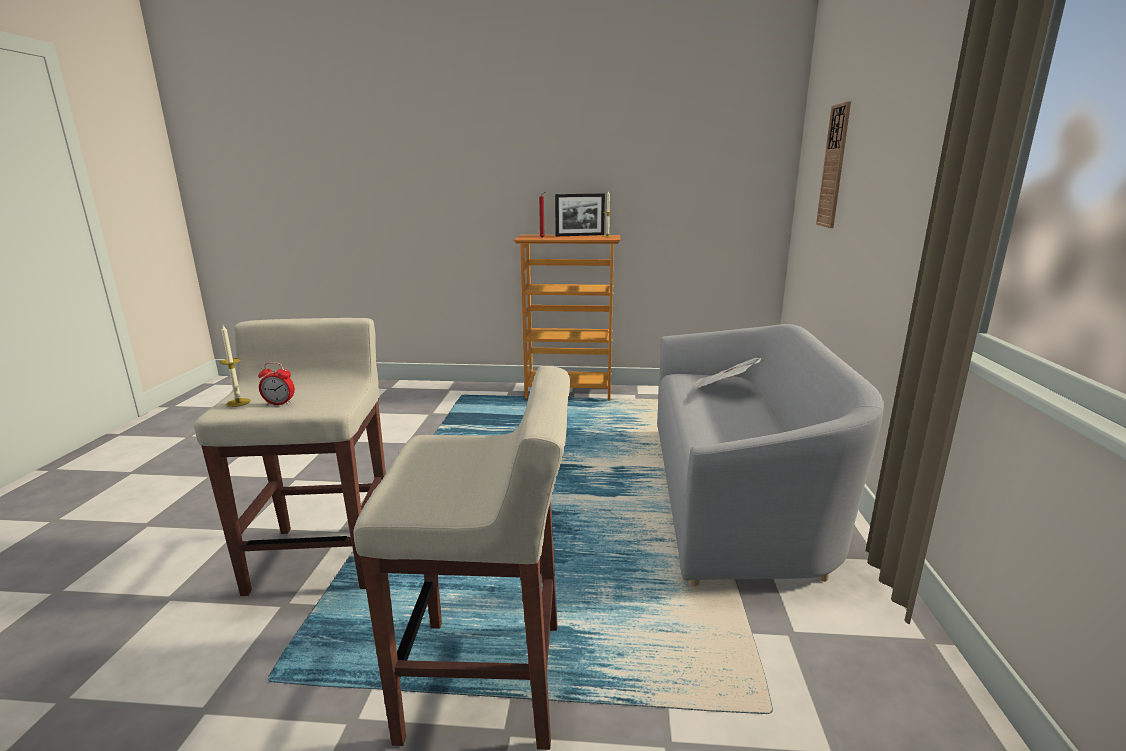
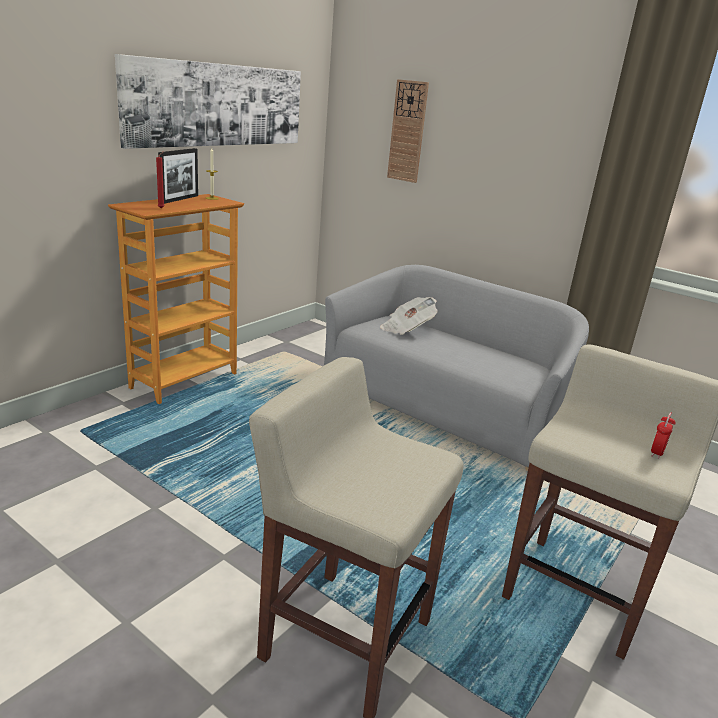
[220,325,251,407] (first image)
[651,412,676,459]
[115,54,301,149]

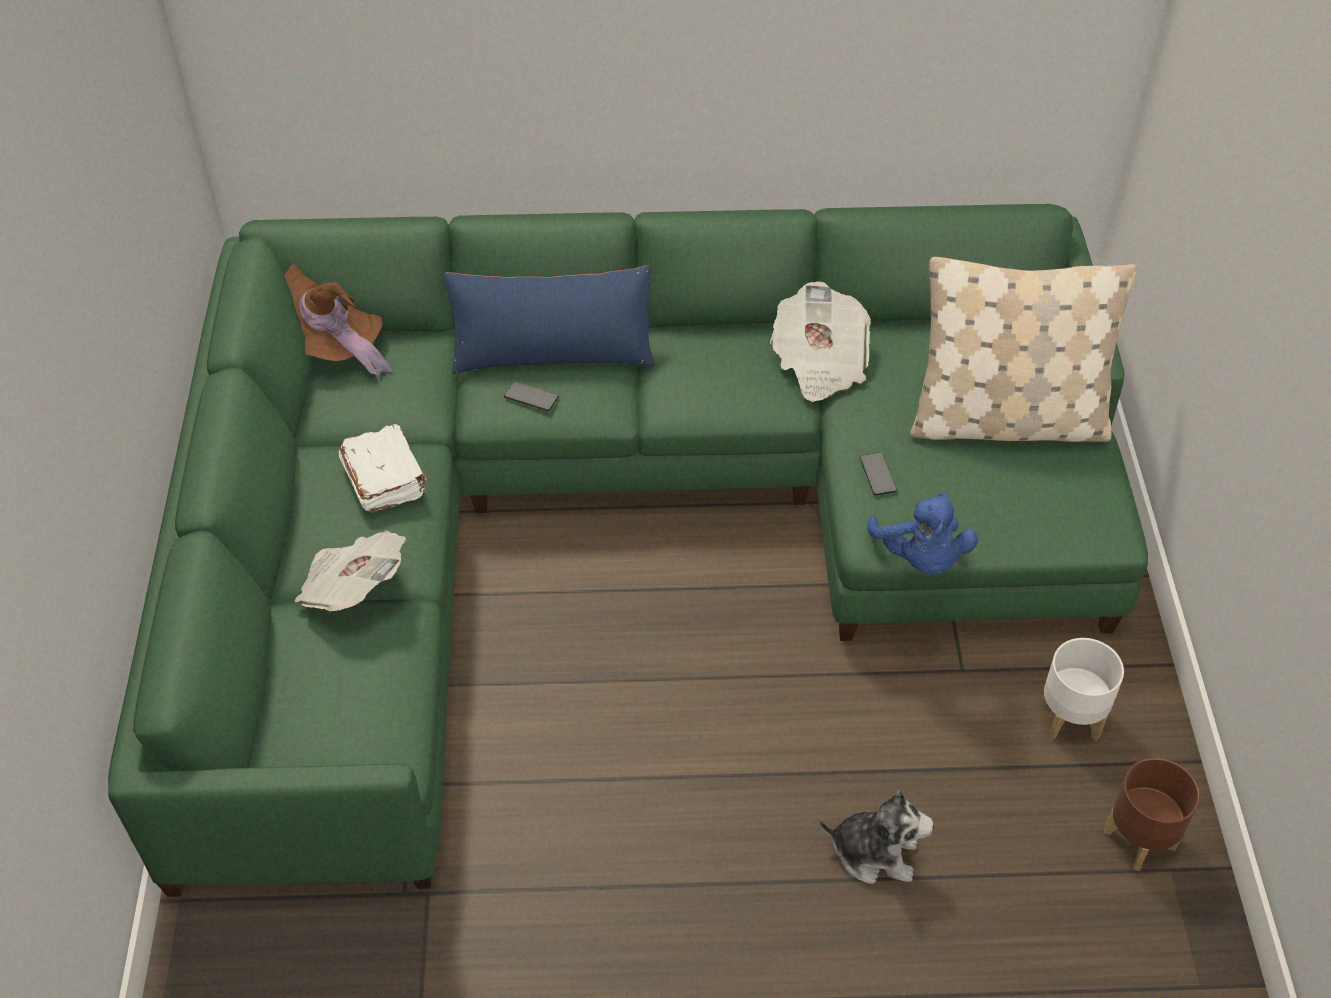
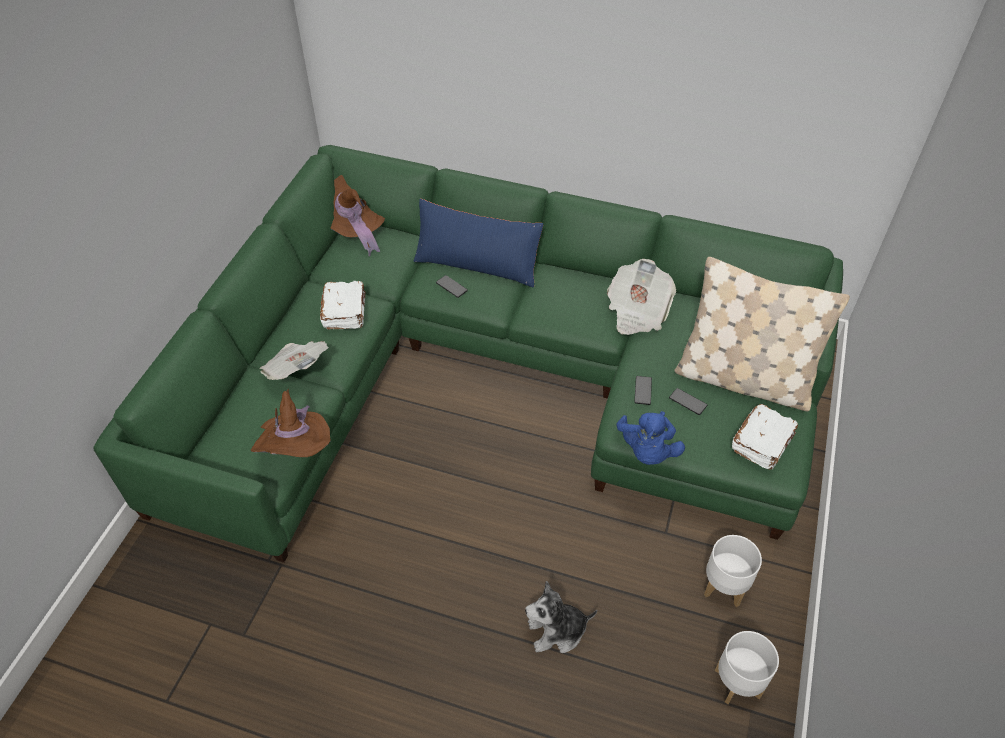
[715,631,779,704]
[525,581,597,653]
[669,388,707,415]
[251,389,331,457]
[732,404,798,470]

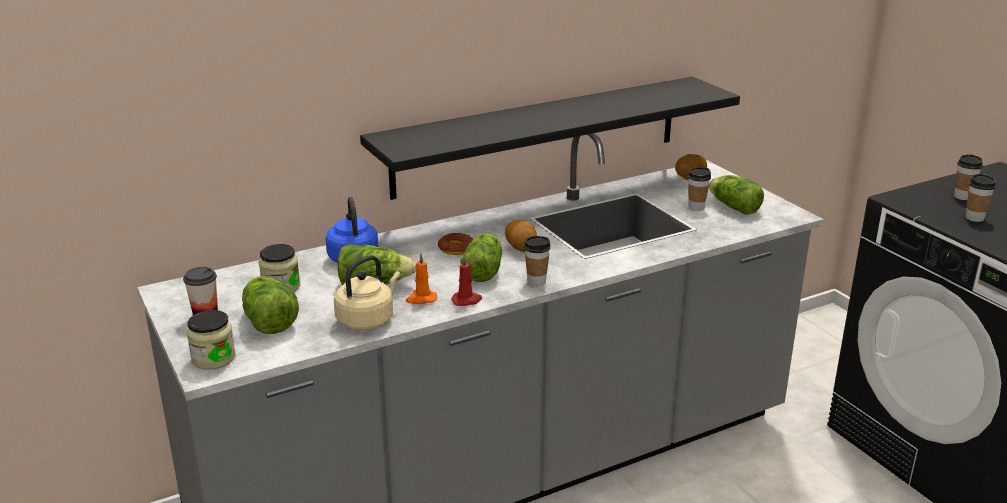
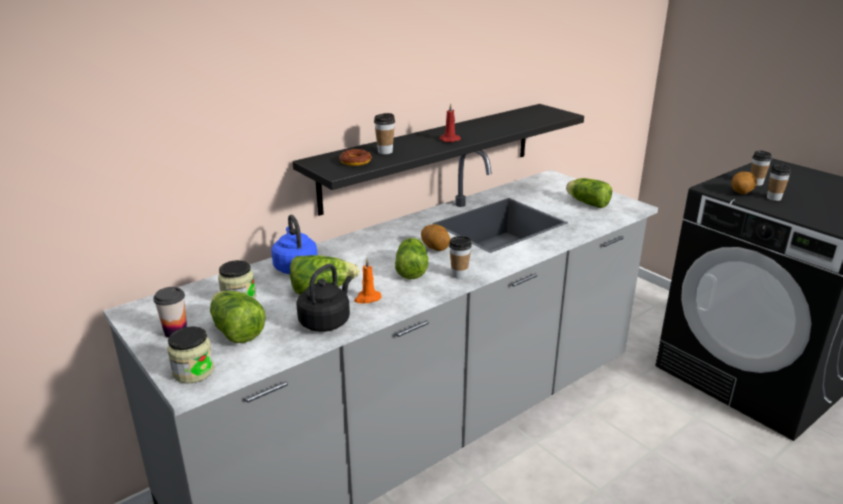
[731,172,757,194]
[374,113,395,154]
[339,149,372,166]
[296,264,351,332]
[439,103,461,142]

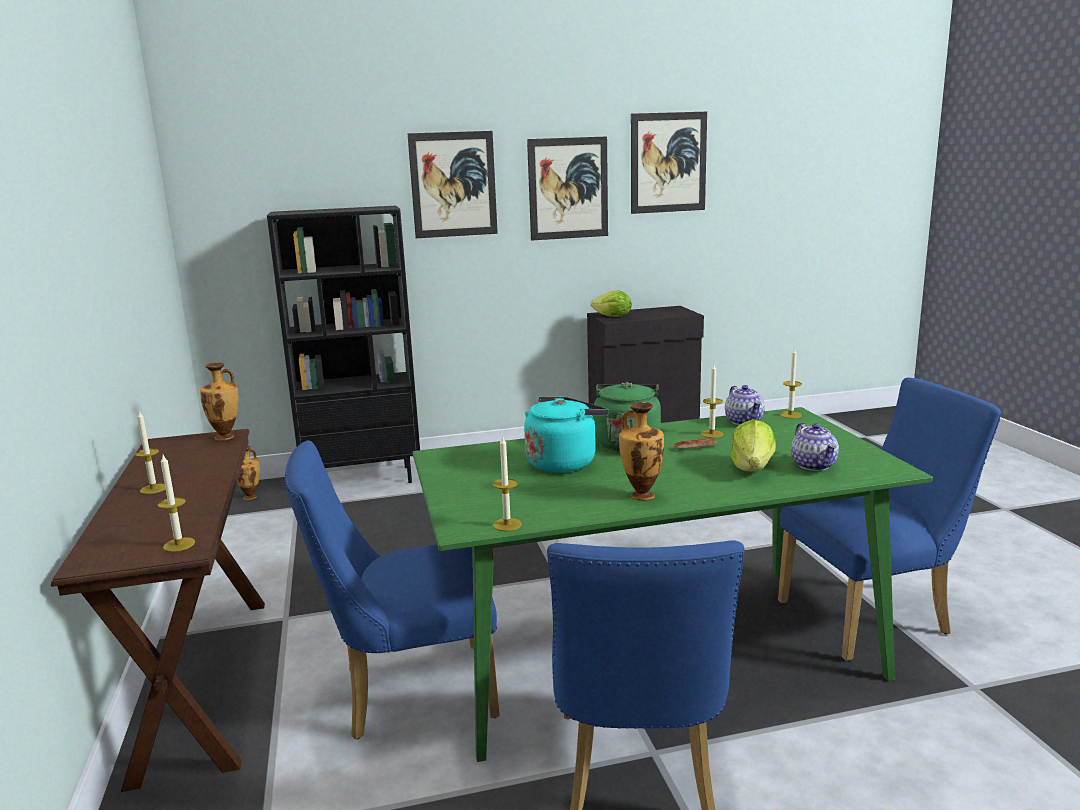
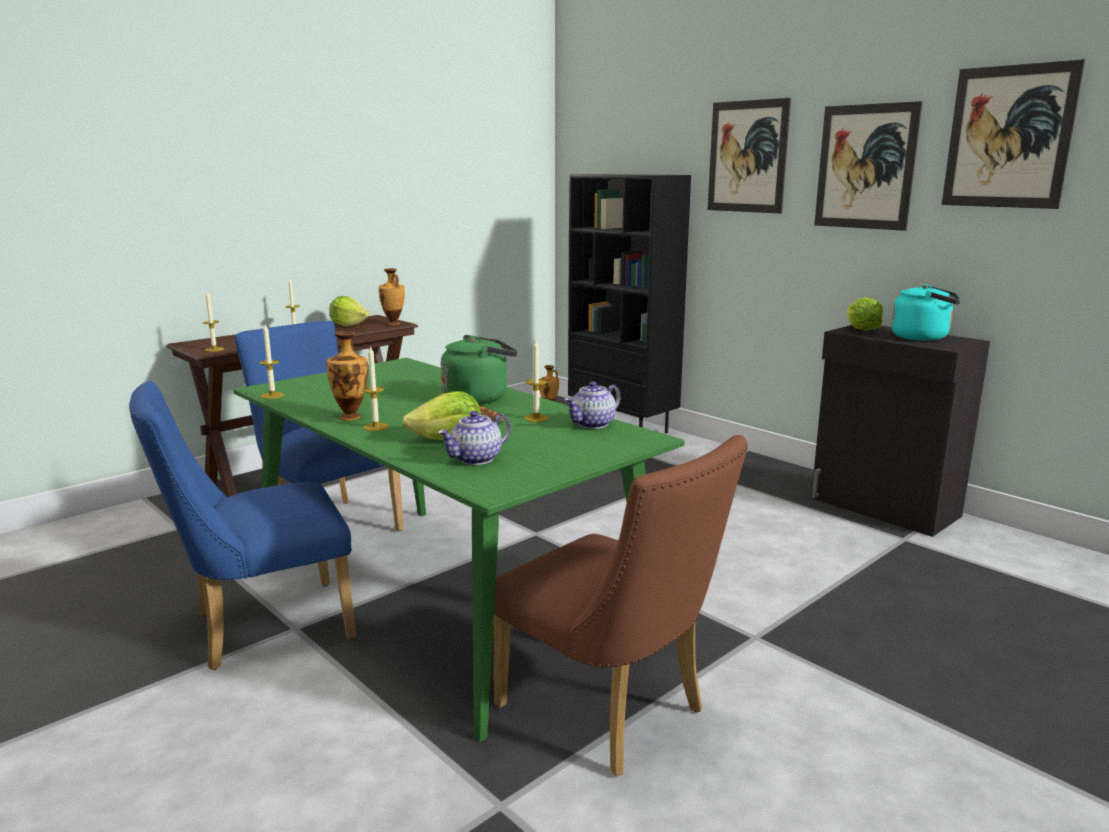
[362,345,389,431]
[494,435,748,776]
[891,284,961,341]
[329,296,369,327]

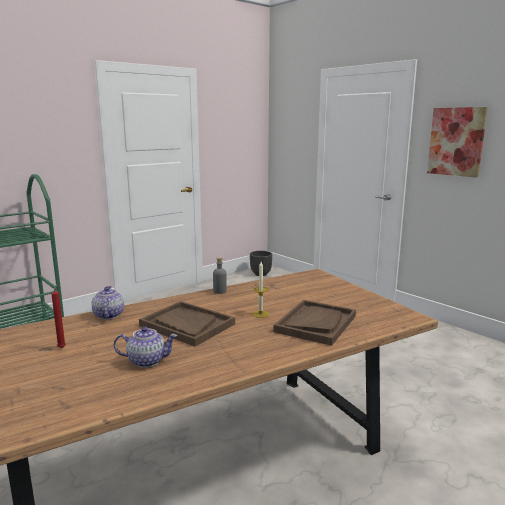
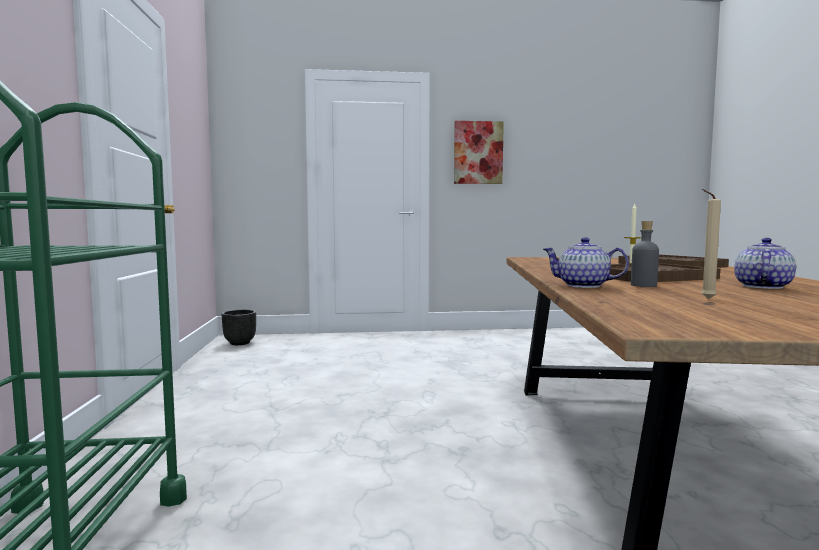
[631,221,659,287]
[701,189,721,299]

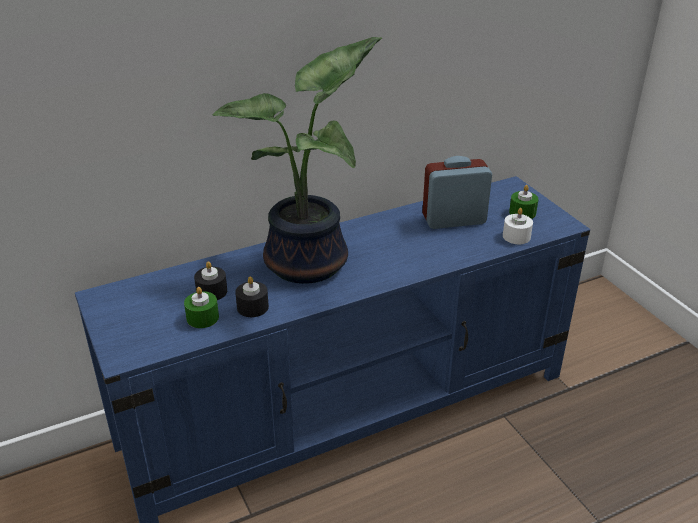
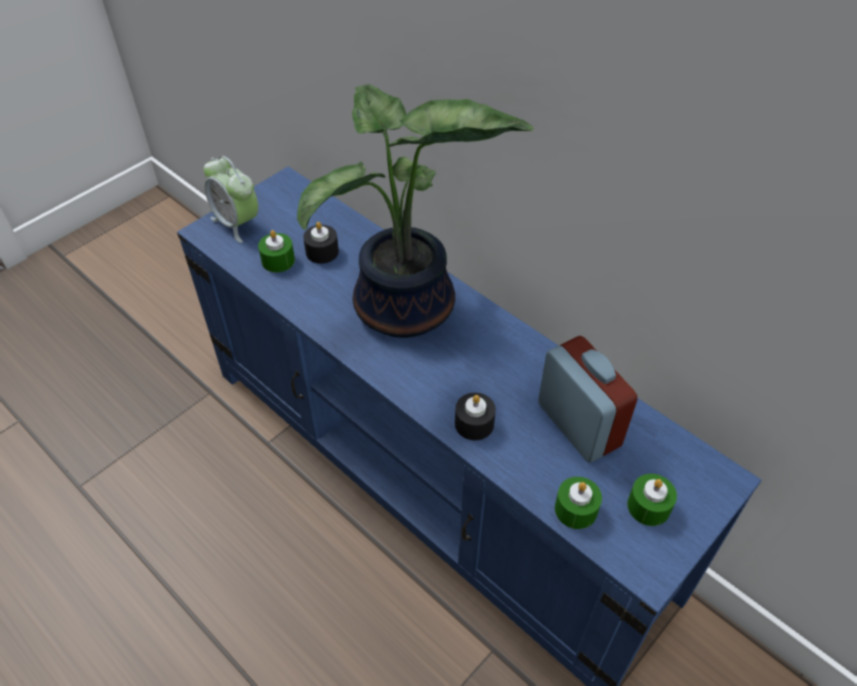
[555,477,602,529]
[455,393,496,440]
[204,156,259,243]

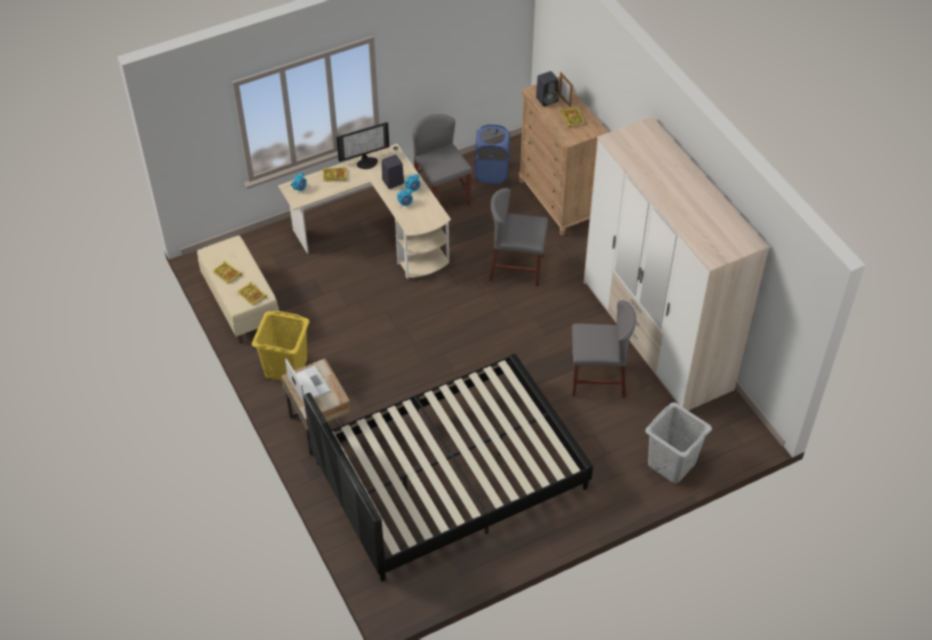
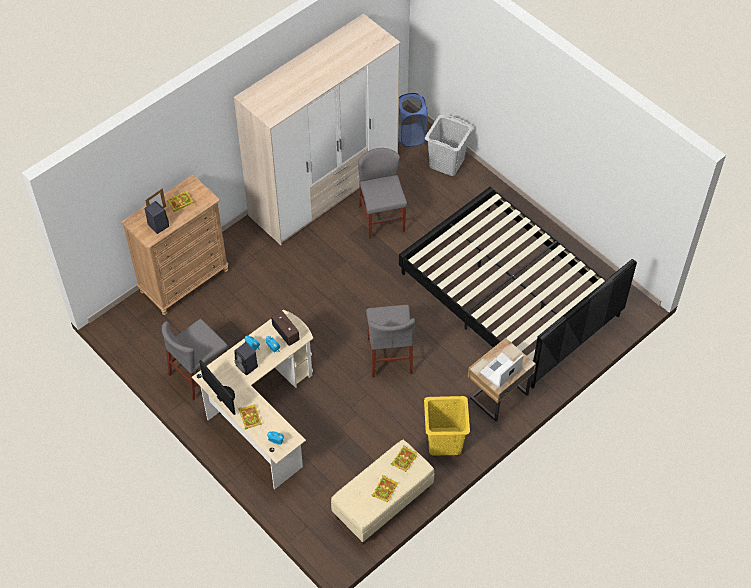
[398,93,428,147]
[366,305,415,377]
[271,311,300,346]

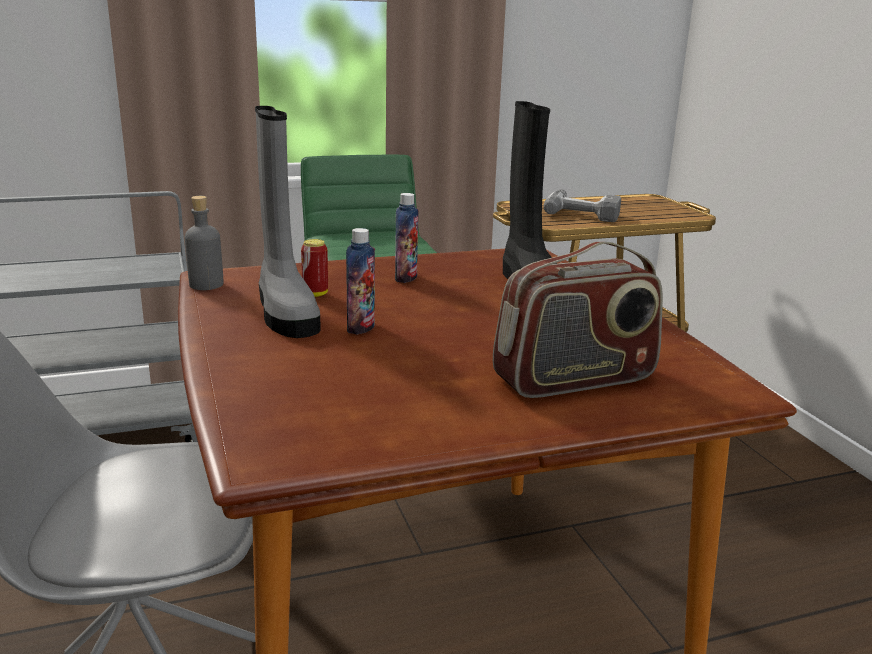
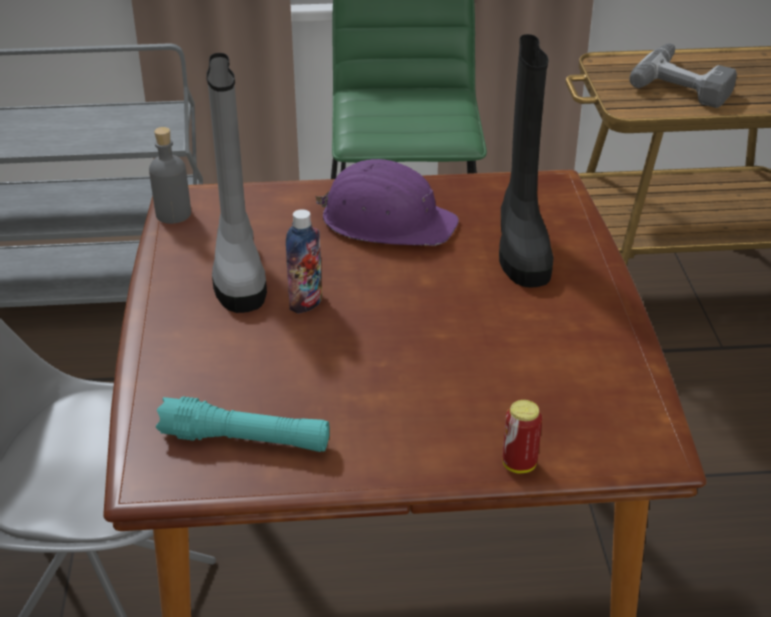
[315,159,459,246]
[502,400,542,473]
[493,242,663,398] (first image)
[156,396,329,452]

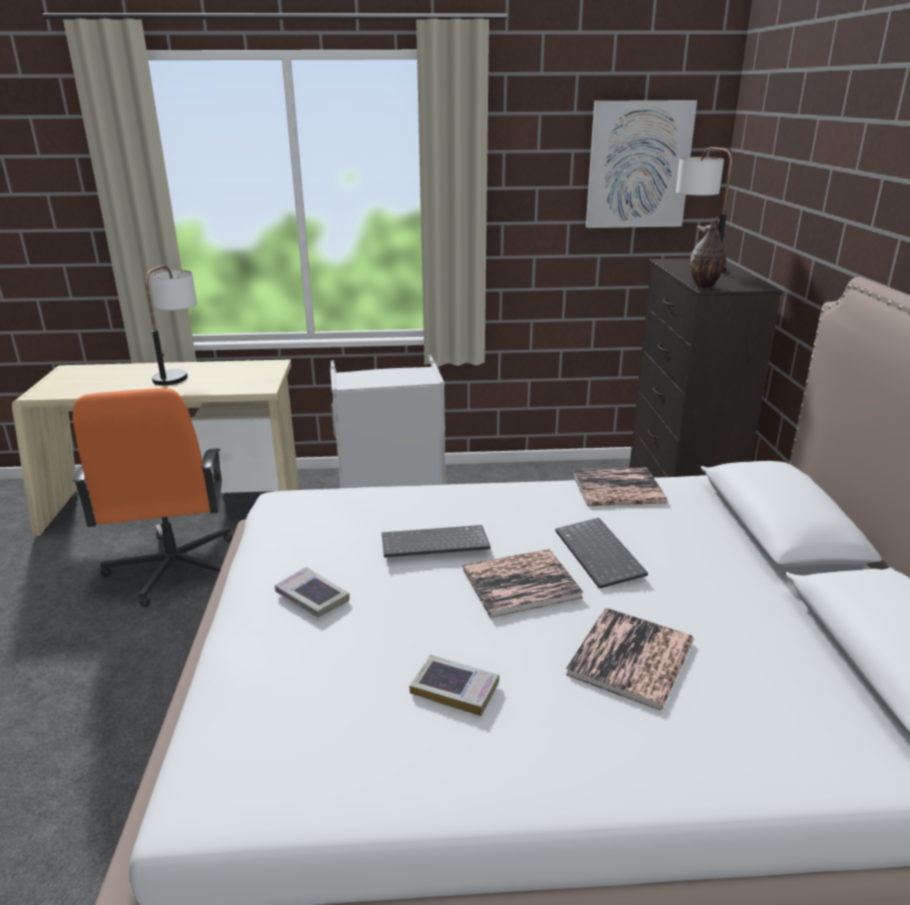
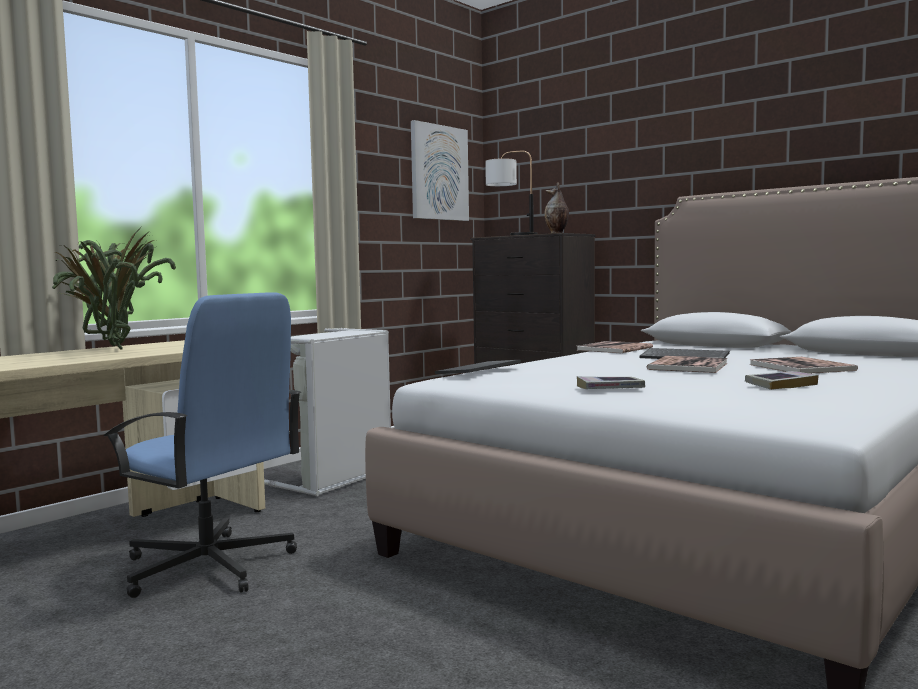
[52,227,176,349]
[104,292,301,598]
[435,360,521,374]

